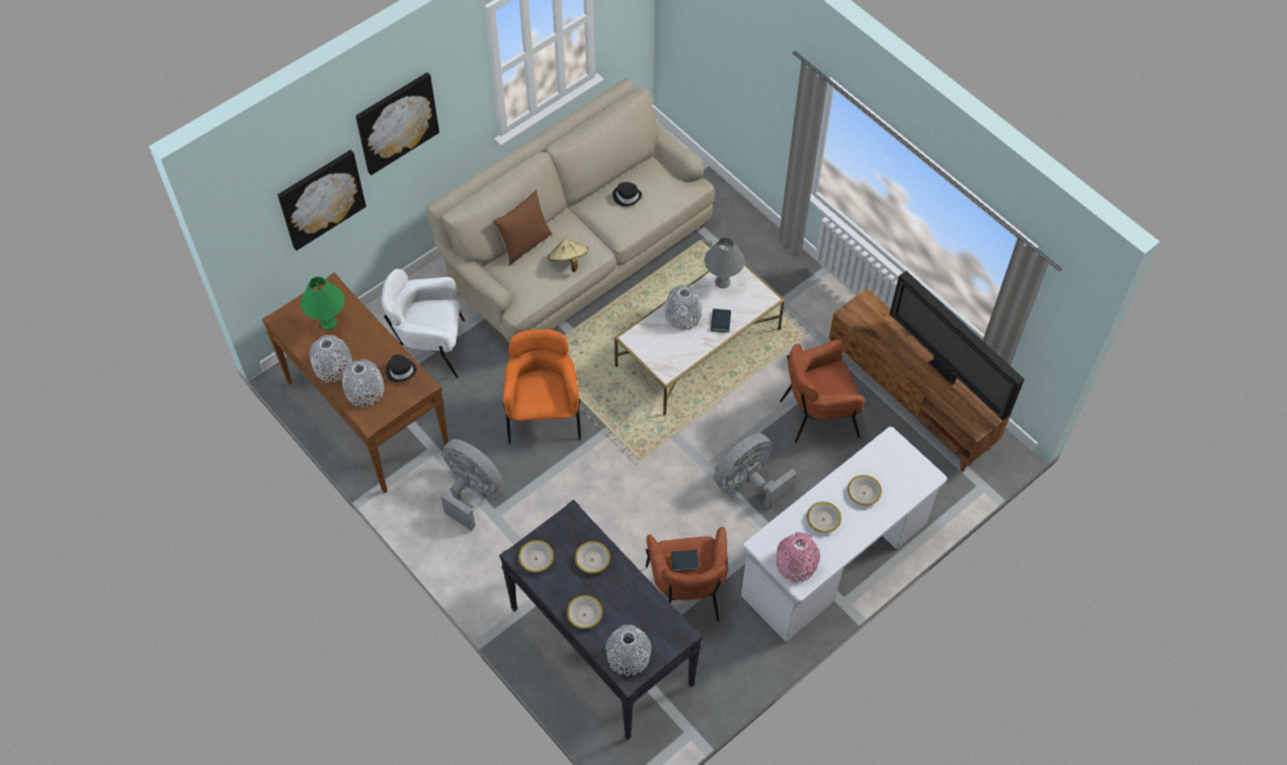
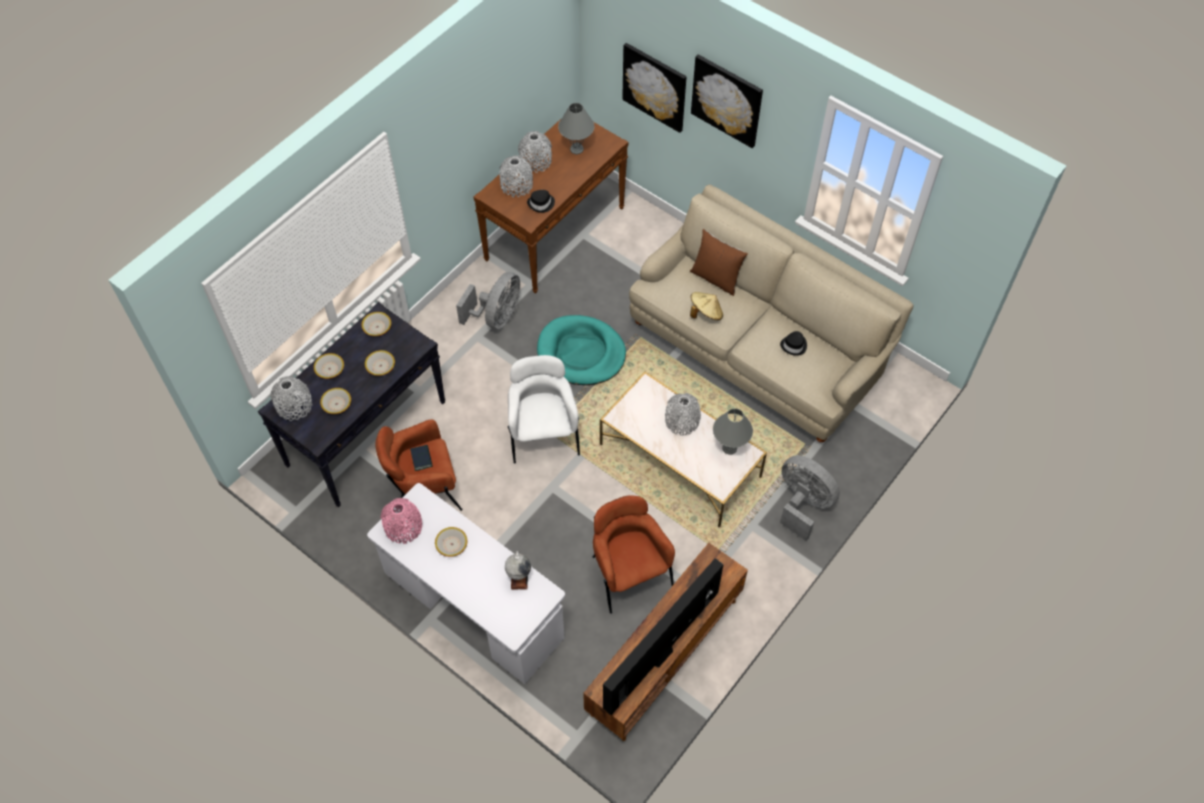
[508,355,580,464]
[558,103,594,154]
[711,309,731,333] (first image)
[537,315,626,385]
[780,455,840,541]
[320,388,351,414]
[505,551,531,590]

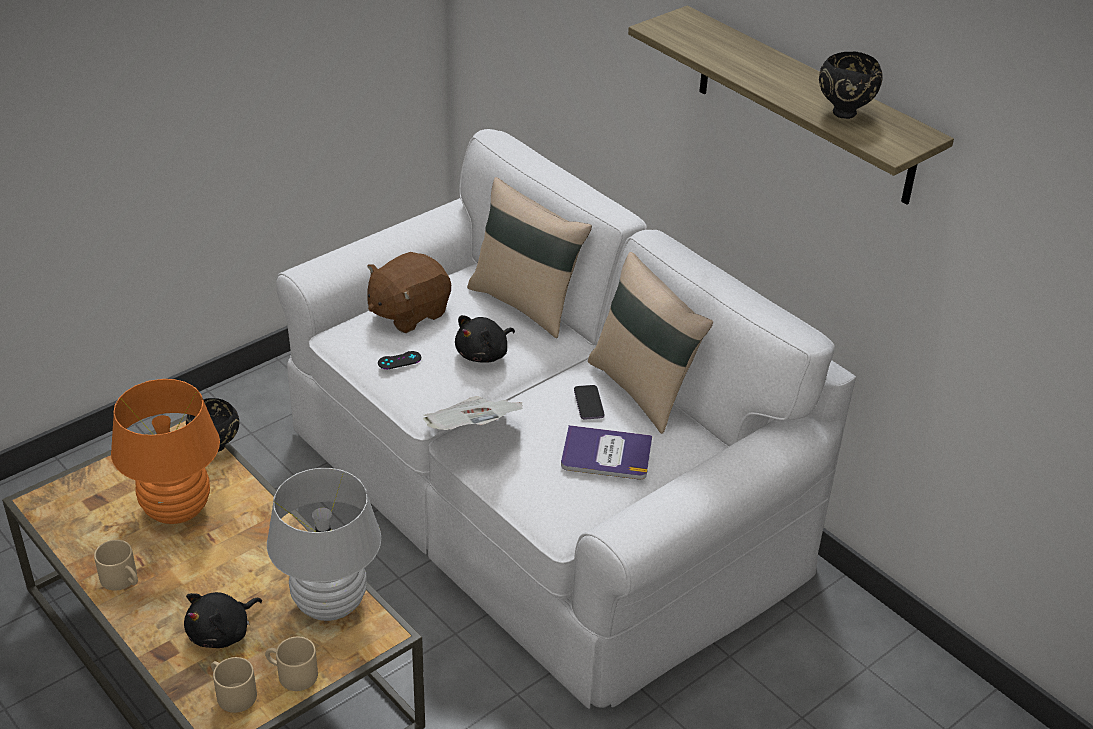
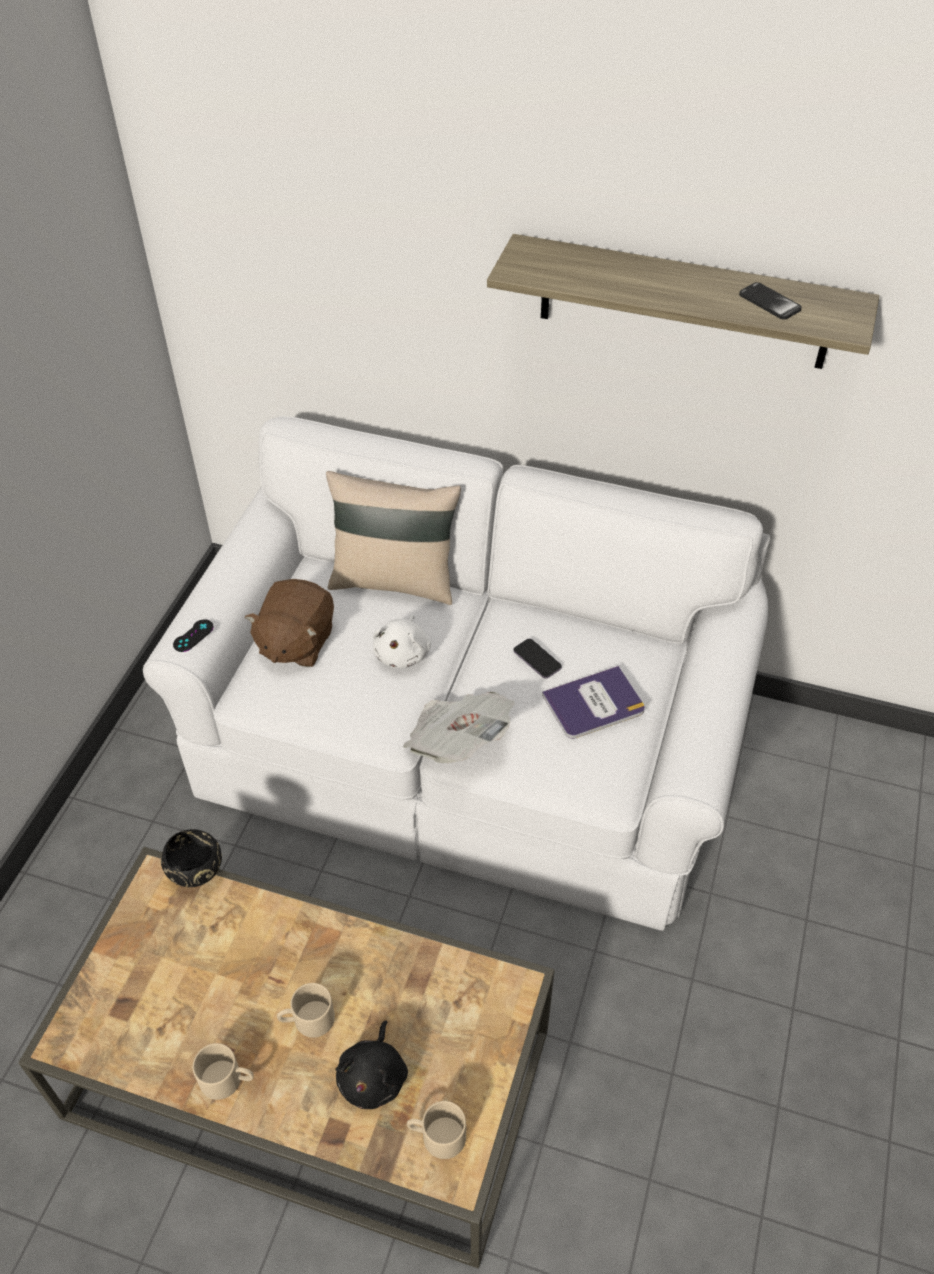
[739,282,802,320]
[588,252,713,434] (first image)
[373,615,431,668]
[173,619,214,652]
[111,379,220,524] (first image)
[267,468,381,621] (first image)
[277,983,335,1038]

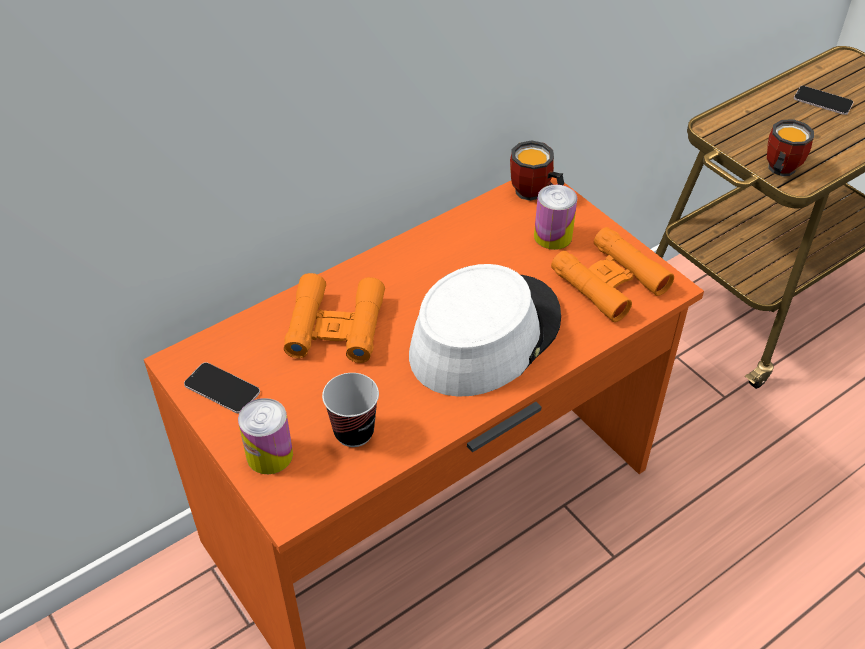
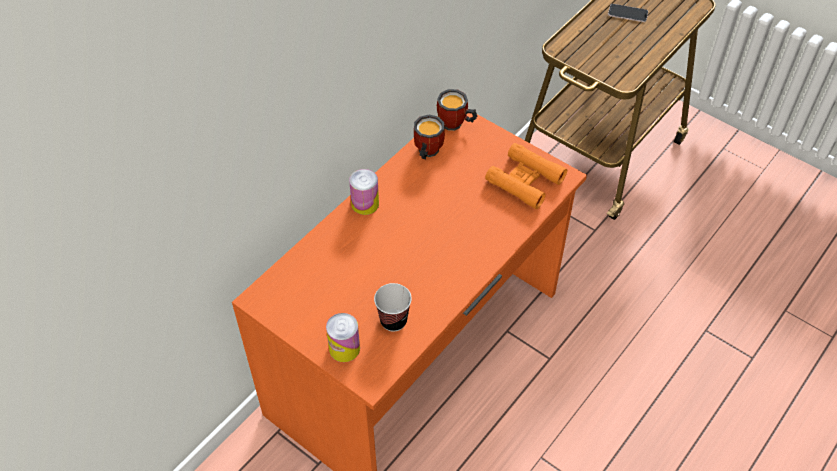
[414,115,445,159]
[349,169,379,215]
[409,264,561,397] (first image)
[284,273,385,363] (first image)
[184,362,260,414] (first image)

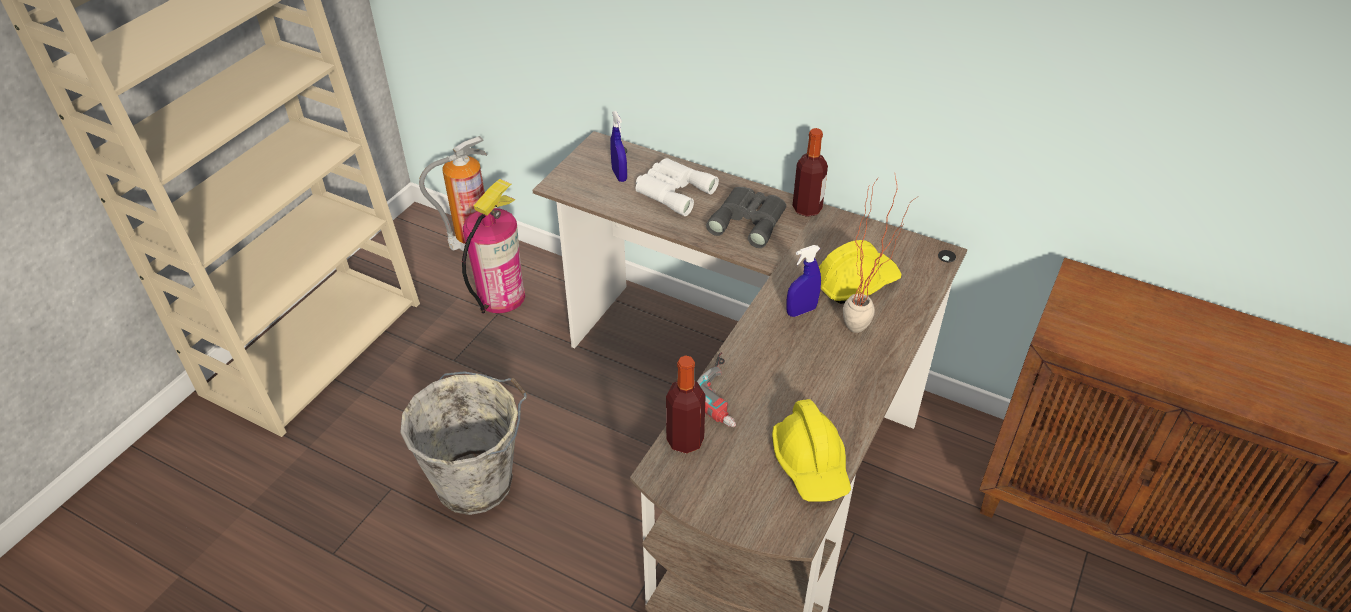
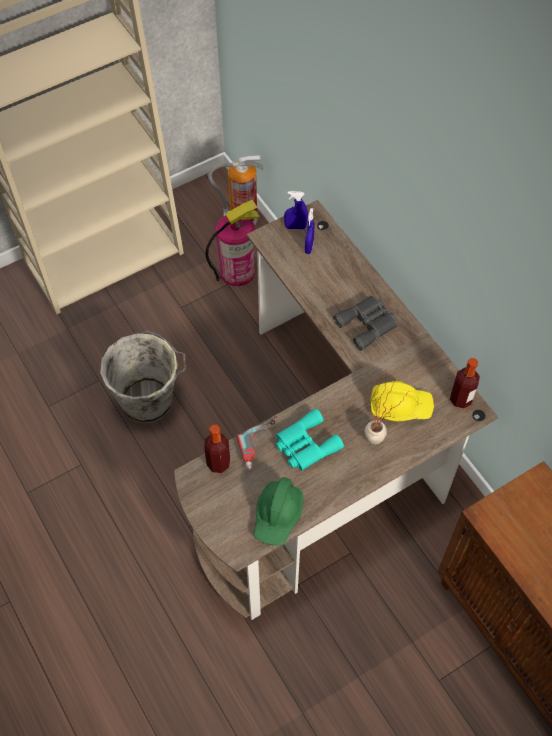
[450,358,480,409]
[636,158,719,216] (first image)
[284,191,308,229]
[254,477,304,546]
[275,409,344,471]

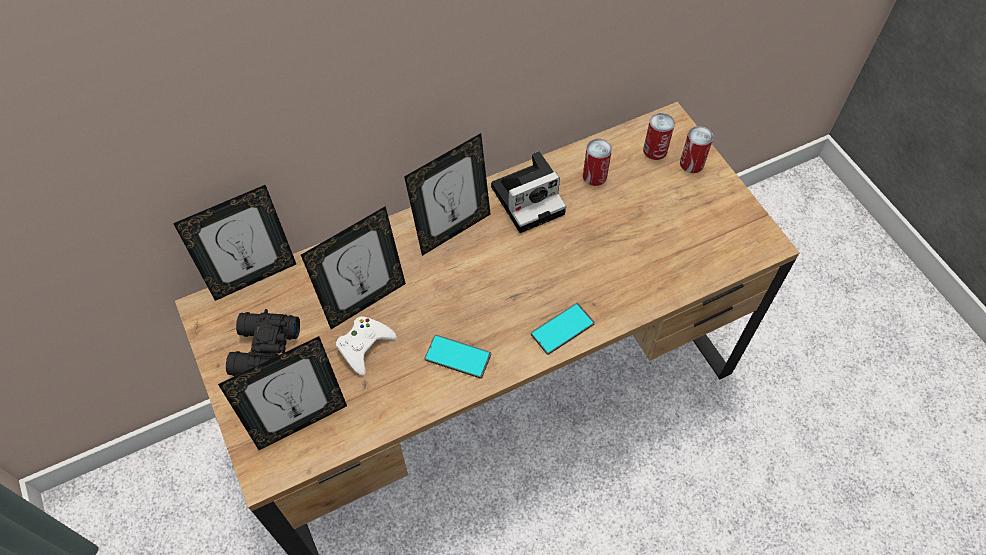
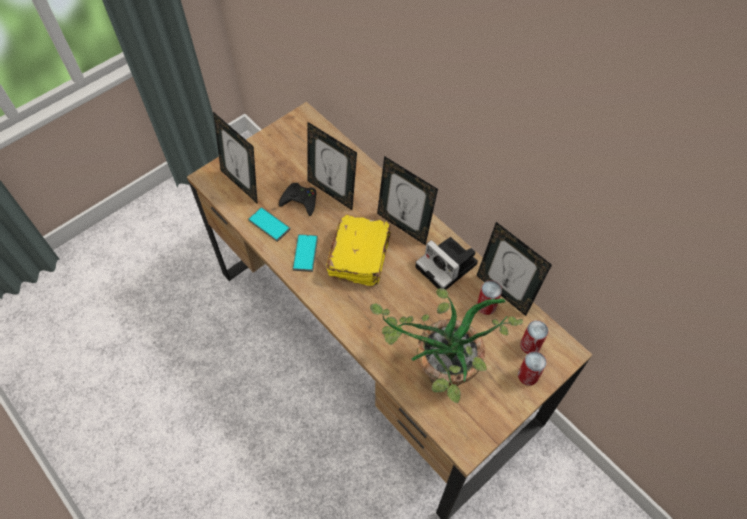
[476,222,552,316]
[248,207,290,242]
[226,309,300,376] (first image)
[279,183,317,216]
[326,214,391,286]
[370,288,523,403]

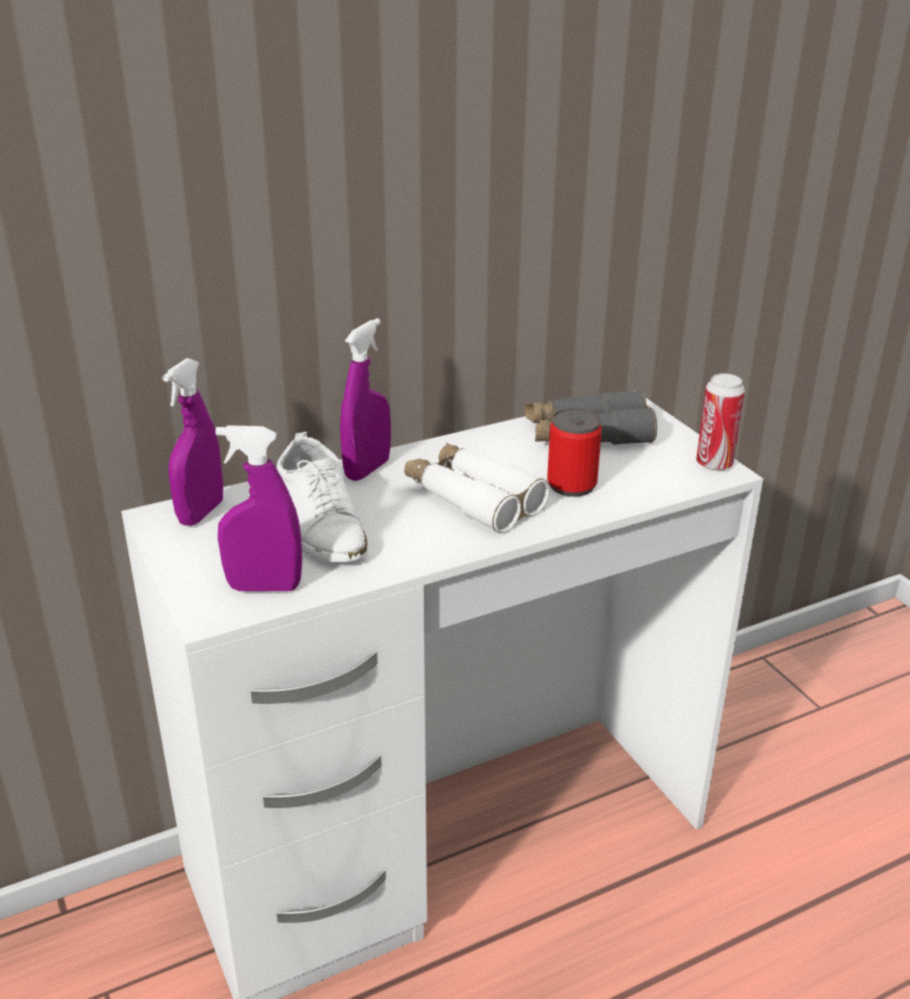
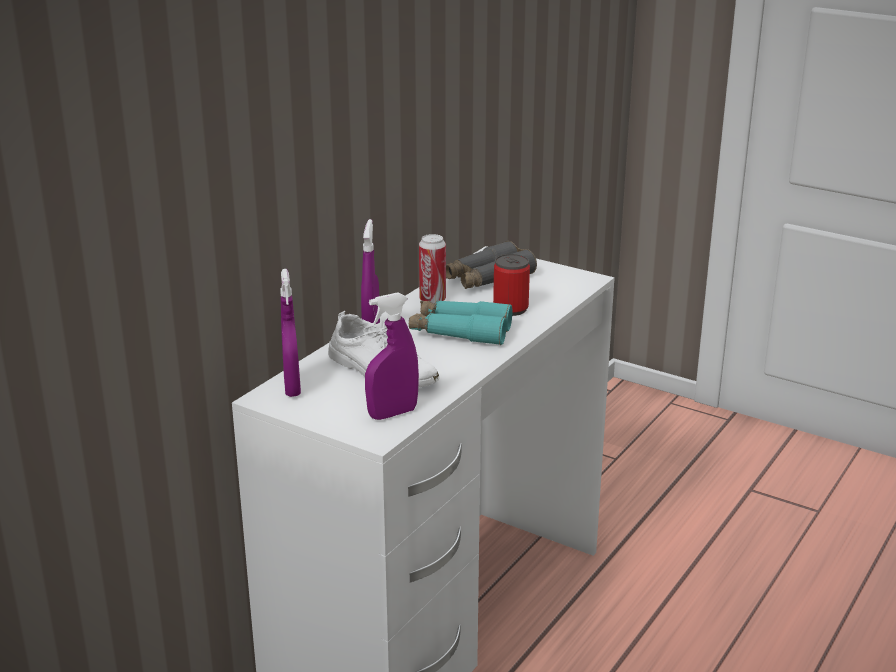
[419,234,446,304]
[409,301,512,345]

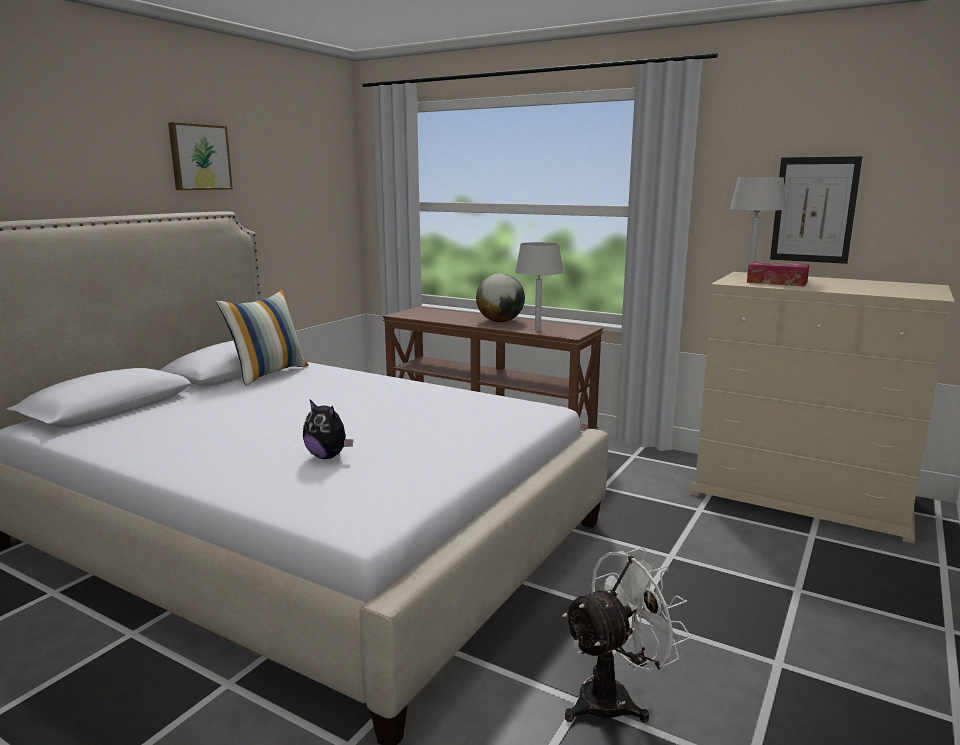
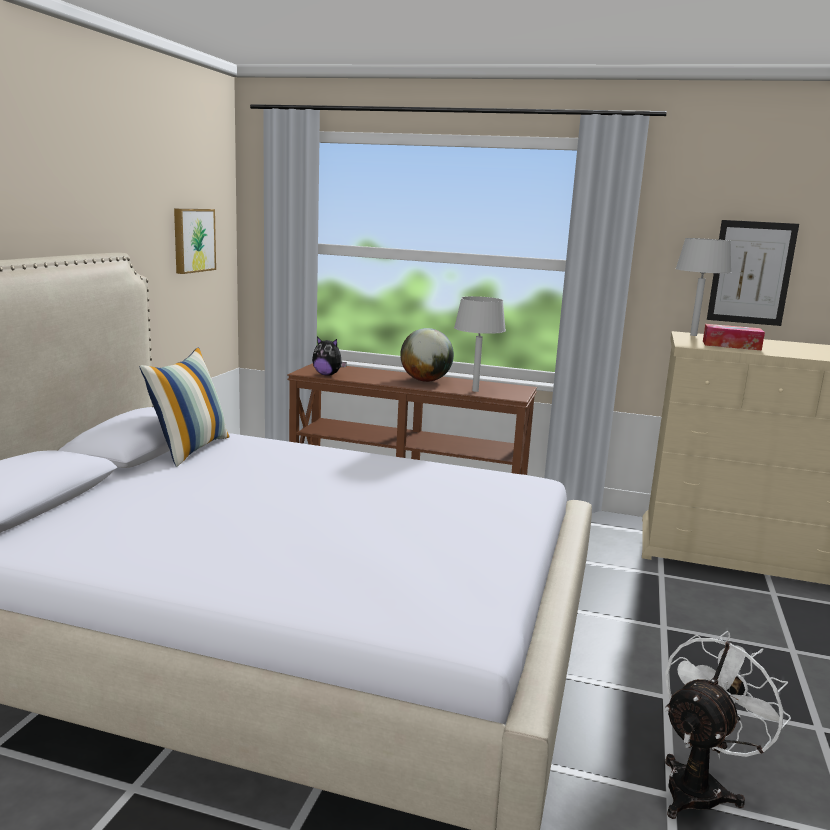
[174,209,216,274]
[312,337,347,376]

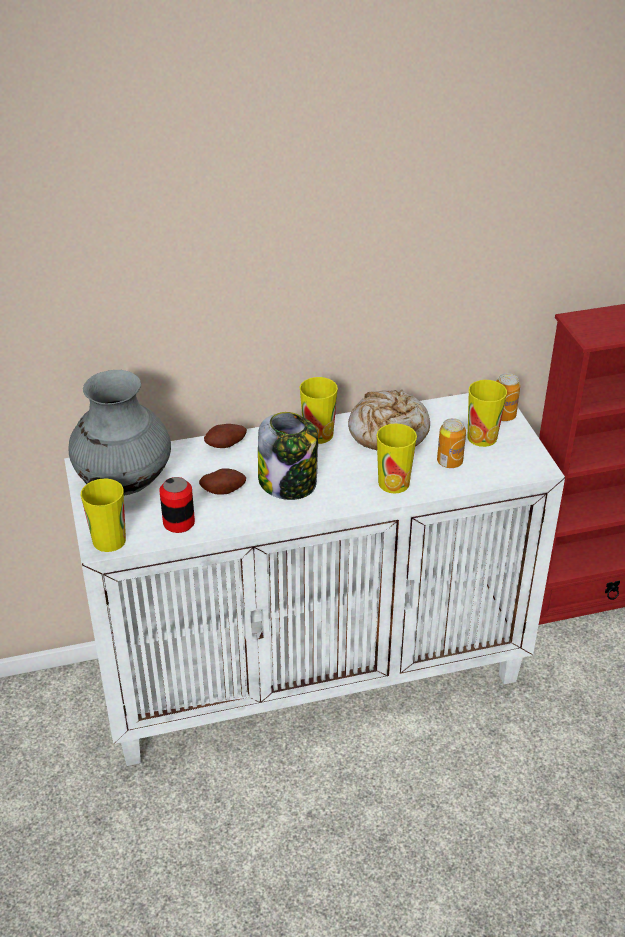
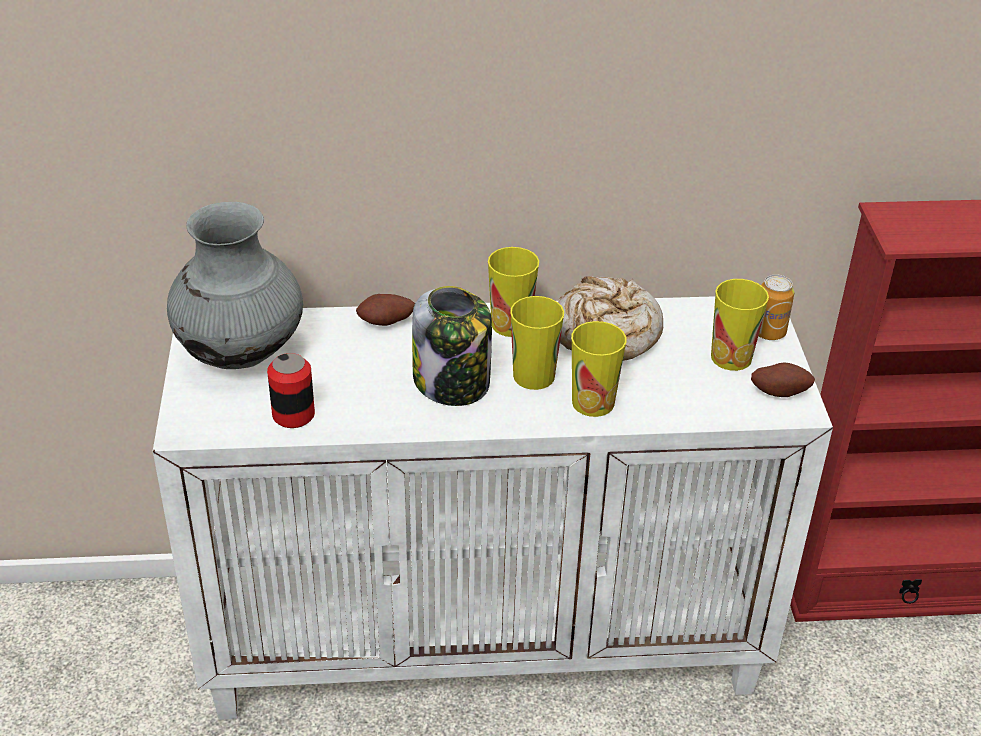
[437,418,466,468] (first image)
[751,362,815,397]
[510,296,564,390]

